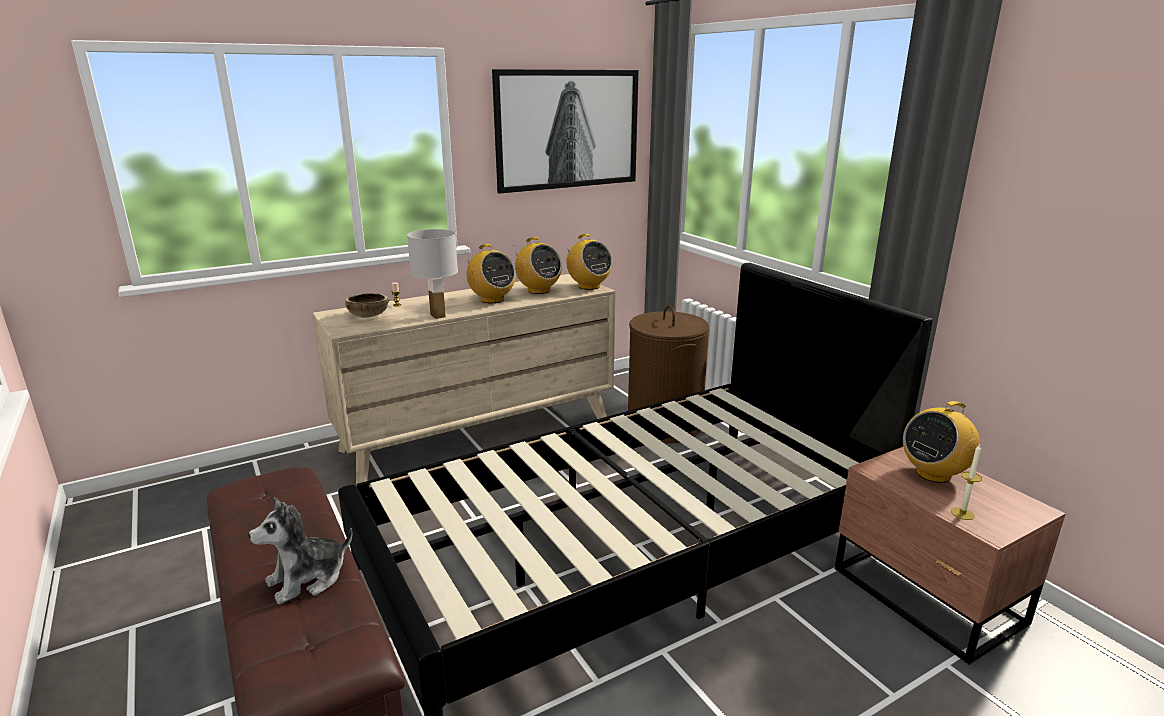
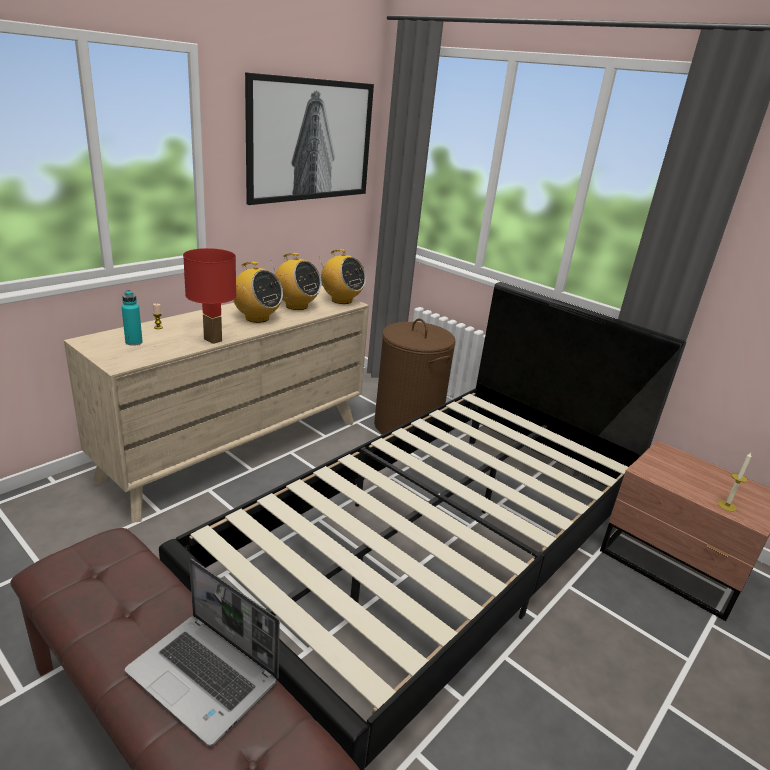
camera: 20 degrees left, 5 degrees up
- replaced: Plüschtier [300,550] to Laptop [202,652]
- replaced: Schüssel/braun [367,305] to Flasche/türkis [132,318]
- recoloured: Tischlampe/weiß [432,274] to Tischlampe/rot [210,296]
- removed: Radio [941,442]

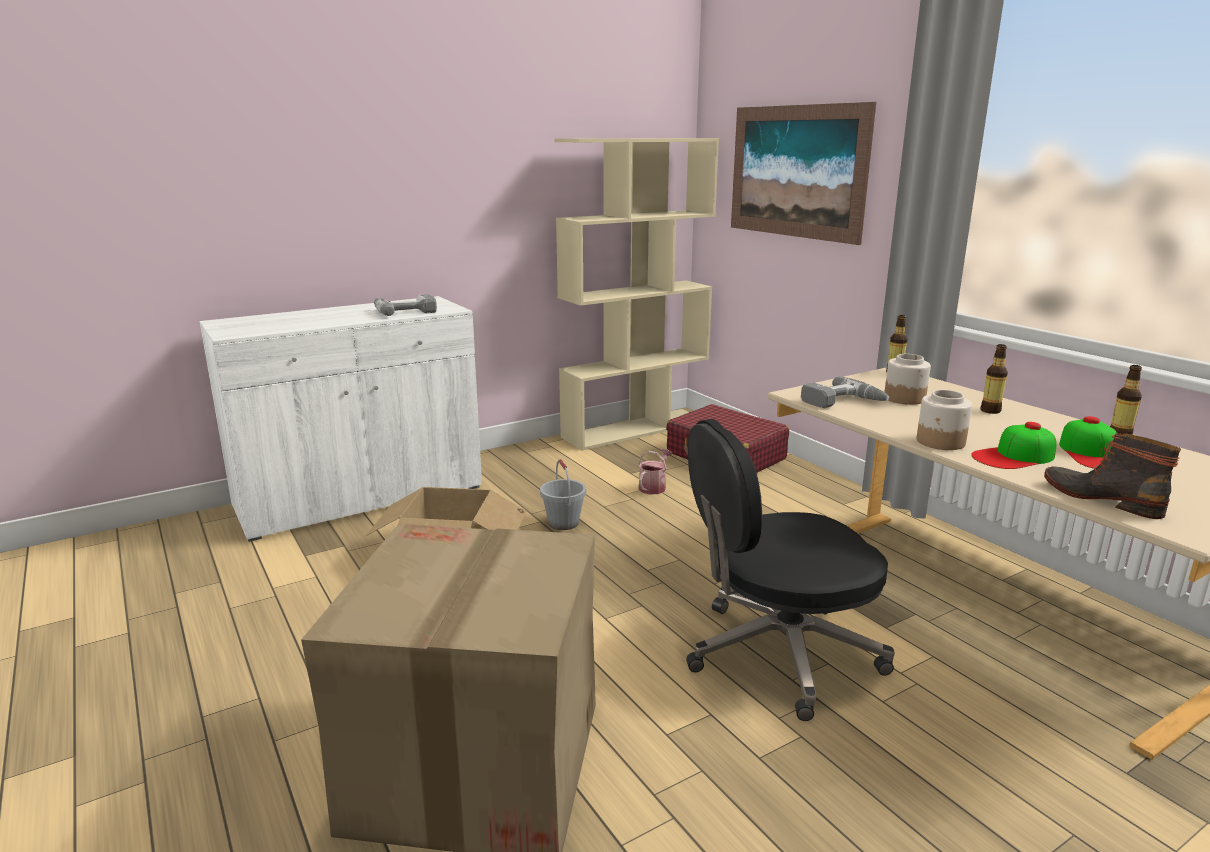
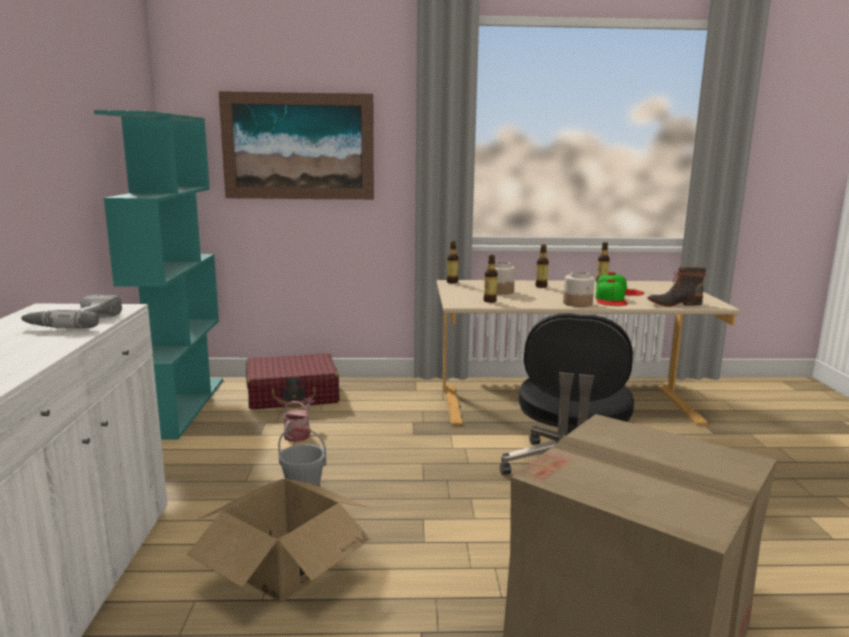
camera: 60 degrees left, 5 degrees down
- recoloured: Bücherregal/beige [636,294] to Bücherregal/türkis [158,275]
- turned: Gießkanne [655,471] = [298,420] 45 degrees clockwise
- replaced: Bohrmaschine [845,392] to Flasche [490,279]

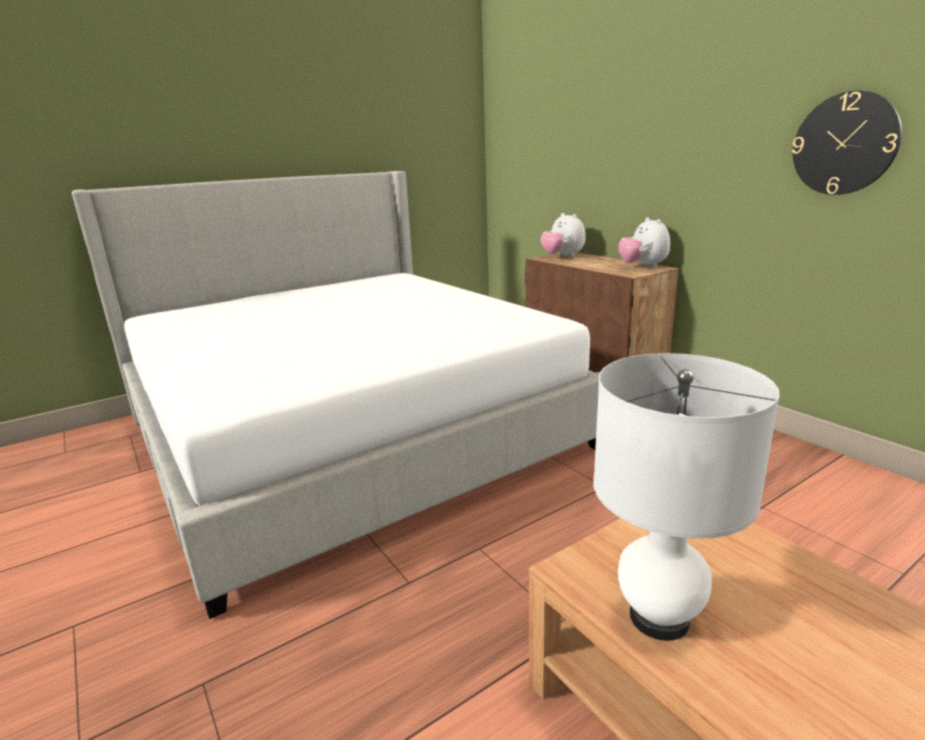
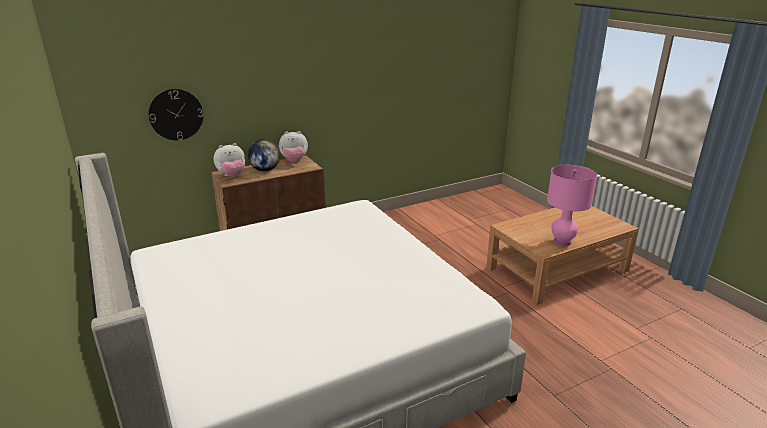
camera: 85 degrees left, 5 degrees up
- recoloured: Tischlampe/weiß [686,497] to Tischlampe/rosa [572,205]
- moved: Wanduhr [847,143] to [175,114]
- added: Globus [264,155]

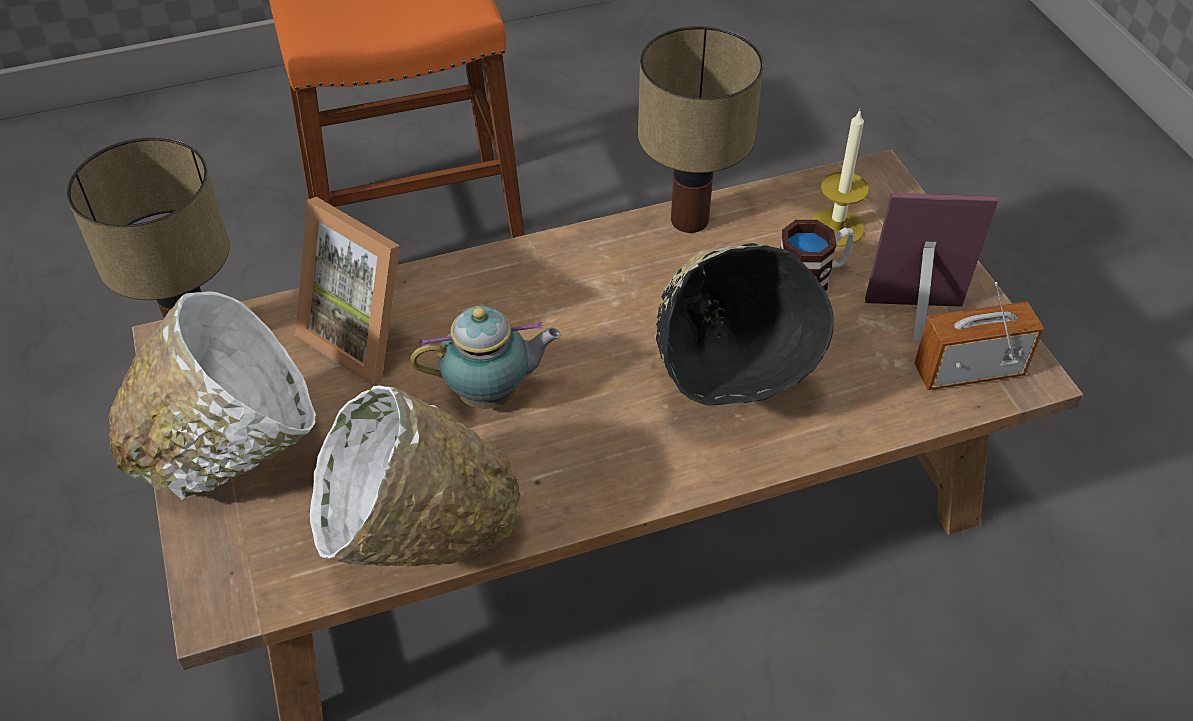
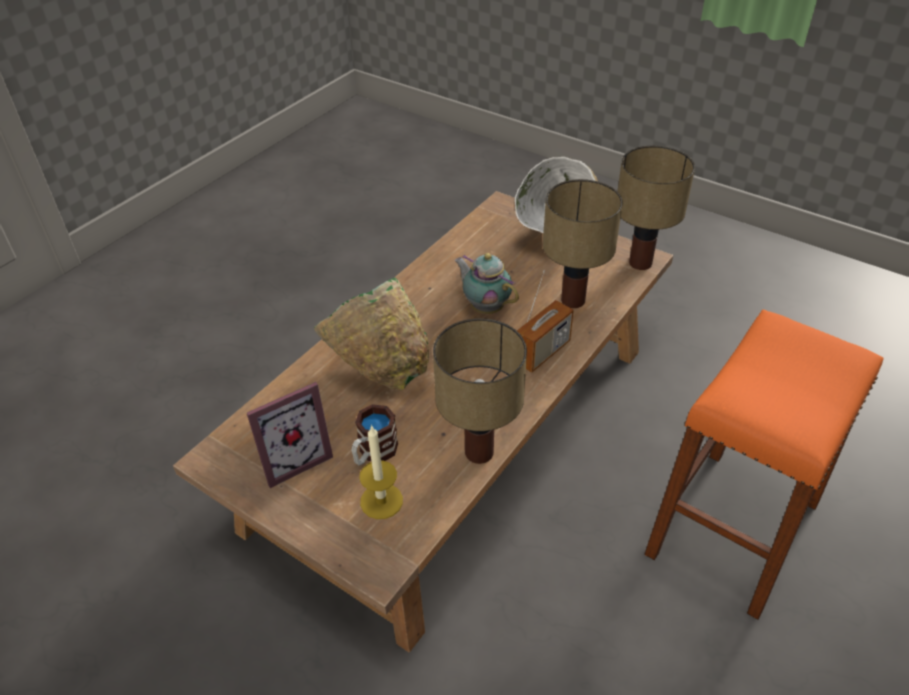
camera: 145 degrees right, 5 degrees down
- replaced: Bilderrahmen [347,291] to Tischlampe [583,243]
- removed: Schüssel/weiß [415,476]
- turned: Teekanne [485,357] = [486,283] 90 degrees clockwise
- recoloured: Schüssel/schwarz [745,324] to Schüssel/grün [371,334]
- moved: Radio [979,336] to [545,321]

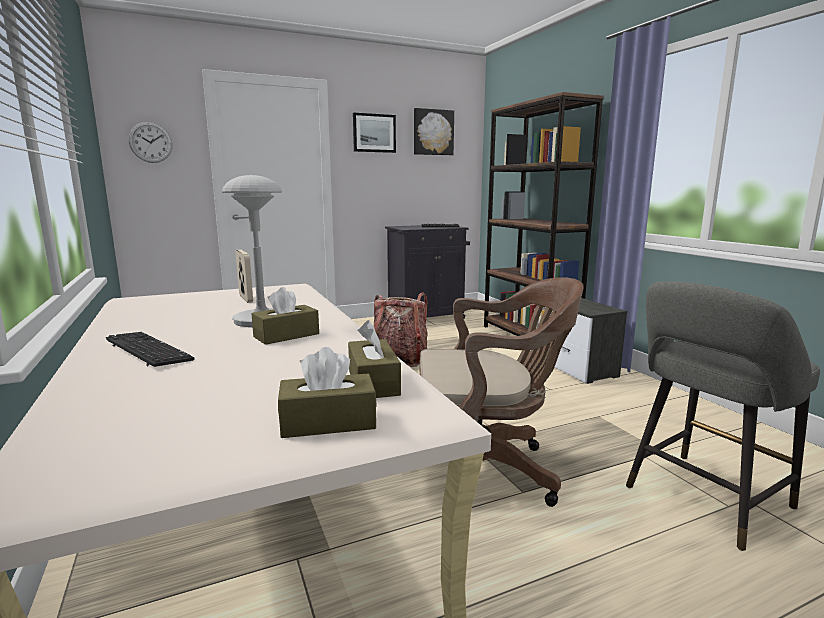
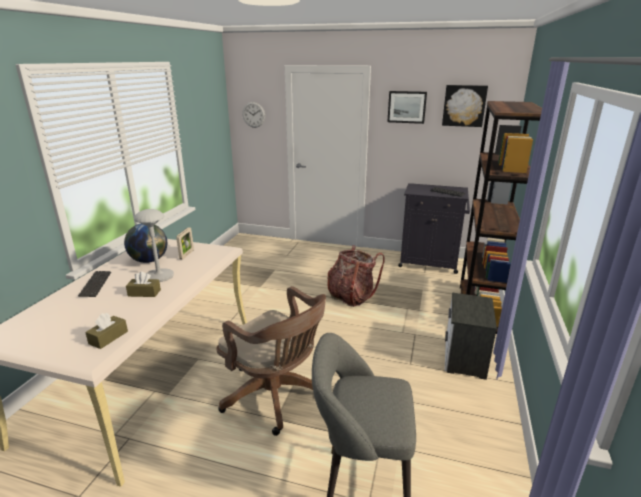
camera: 40 degrees right, 10 degrees up
- removed: Taschentuchbox/braun [327,392]
- added: Globus [145,243]

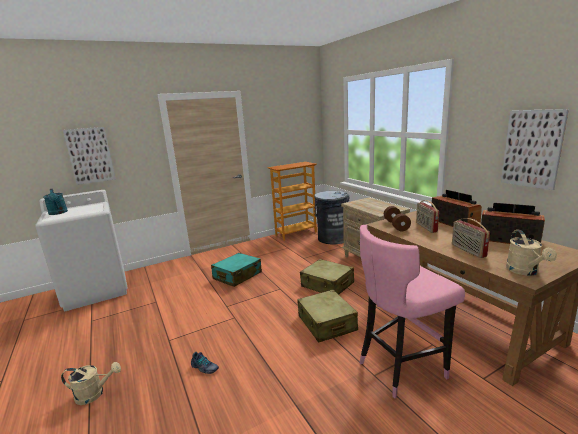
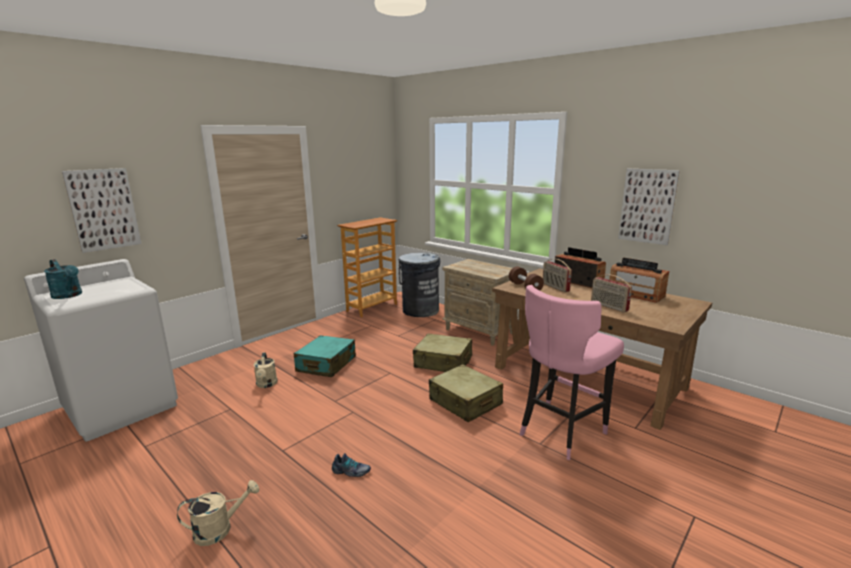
camera: 20 degrees left, 0 degrees up
- turned: Radio [513,223] = [639,280] 150 degrees counterclockwise
- moved: Gießkanne/beige [531,253] to [265,370]

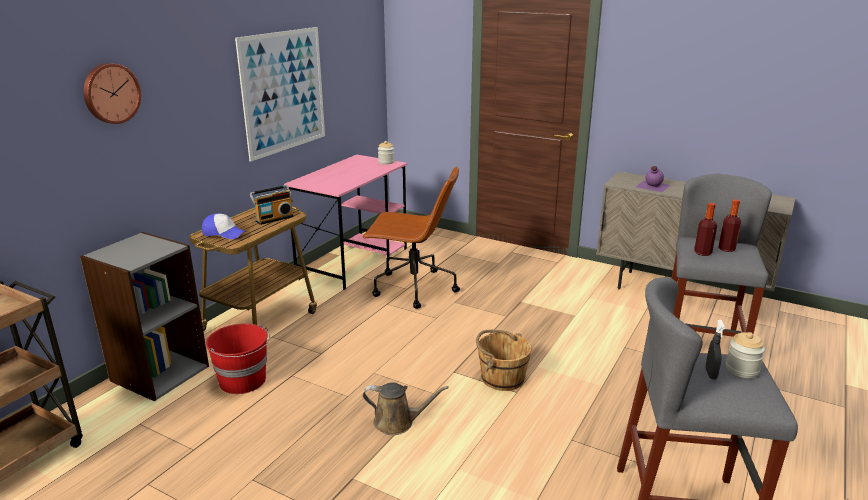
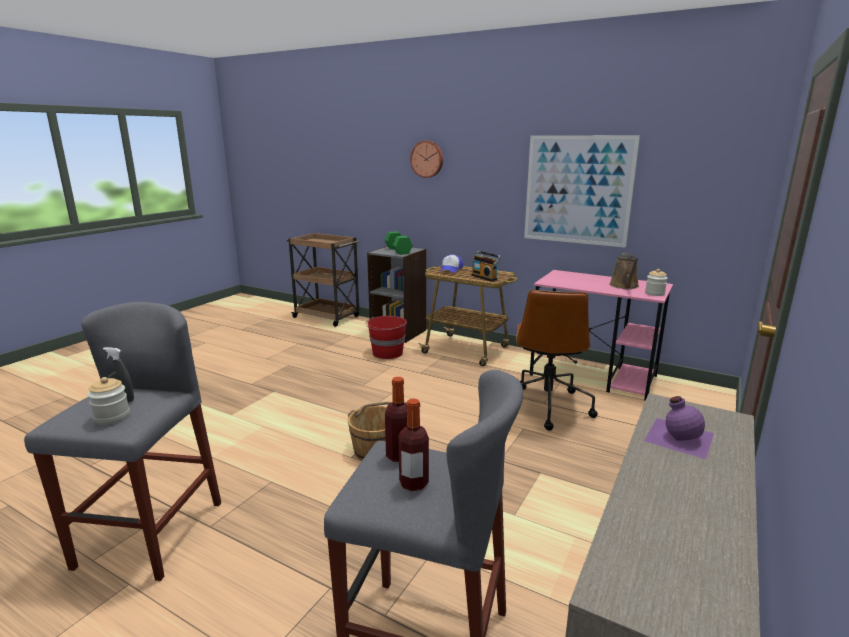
camera: 90 degrees right, 5 degrees down
- moved: Gießkanne/braun [406,409] to [624,271]
- added: Hantel/grün [399,243]

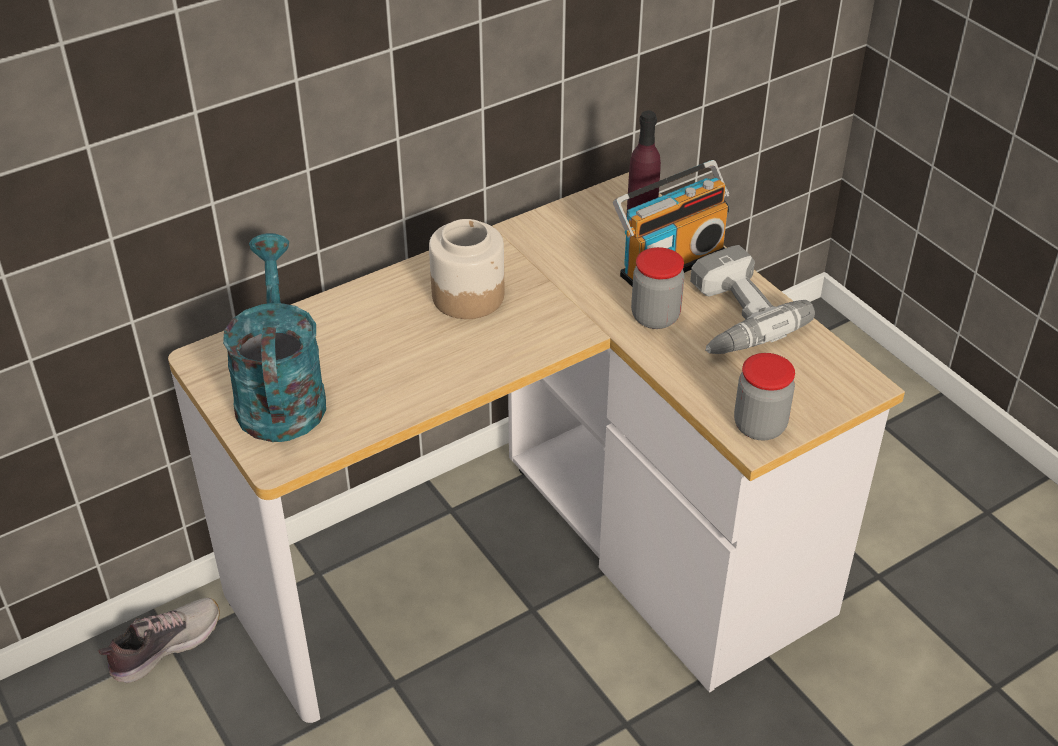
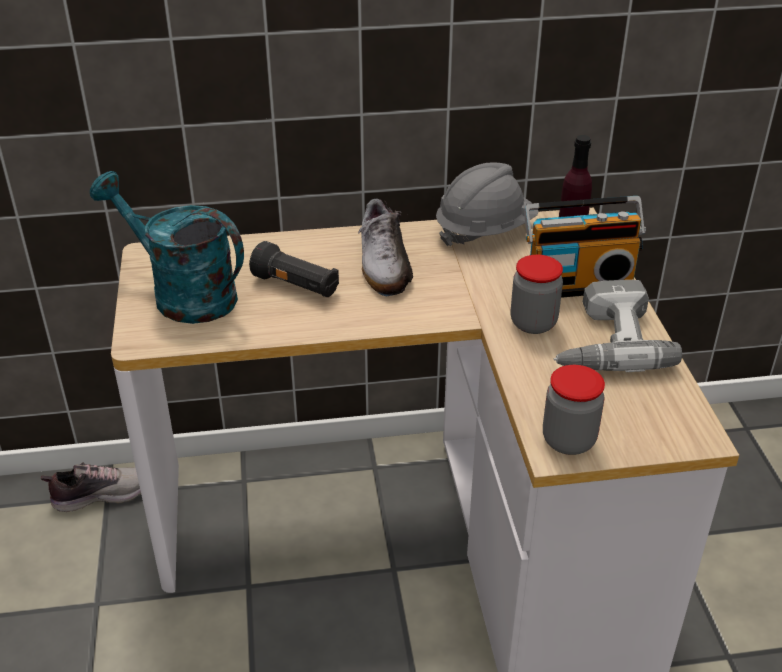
camera: 25 degrees right, 5 degrees down
- turned: Gießkanne/türkis [274,337] = [167,247] 75 degrees counterclockwise
- replaced: Vorratsglas [466,269] to Schuh [385,247]
- added: Taschenlampe/schwarz [294,269]
- added: Schutzhelm/grau [487,204]

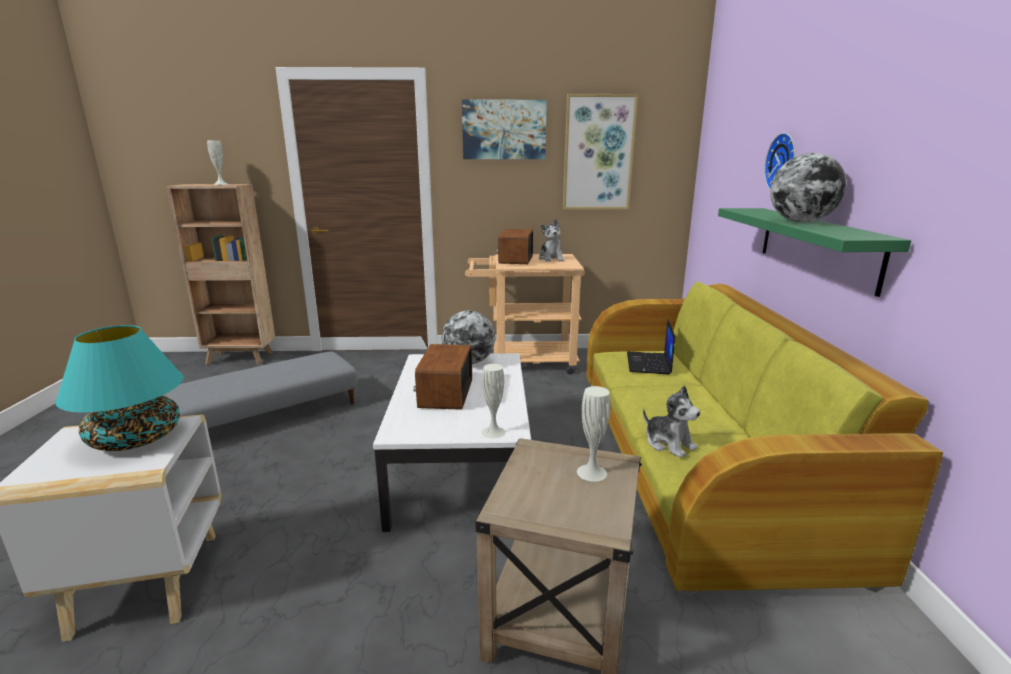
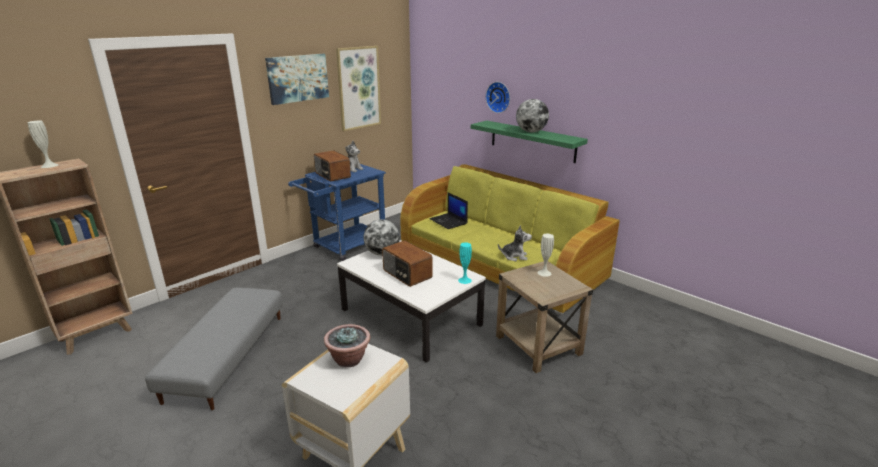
camera: 45 degrees left, 5 degrees up
- replaced: Tischlampe/türkis [119,388] to Topfpflanze [347,345]
- recoloured: Rollwagen/beige [525,314] to Rollwagen/blau [337,212]
- recoloured: Vase/weiß [494,401] to Vase/türkis [465,263]

